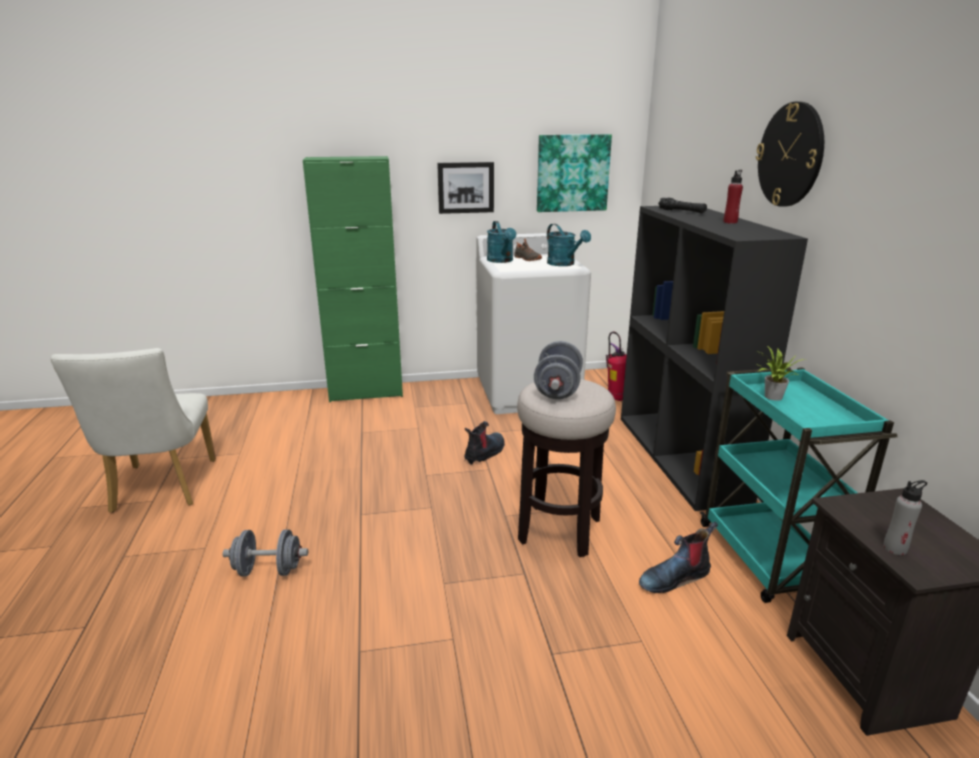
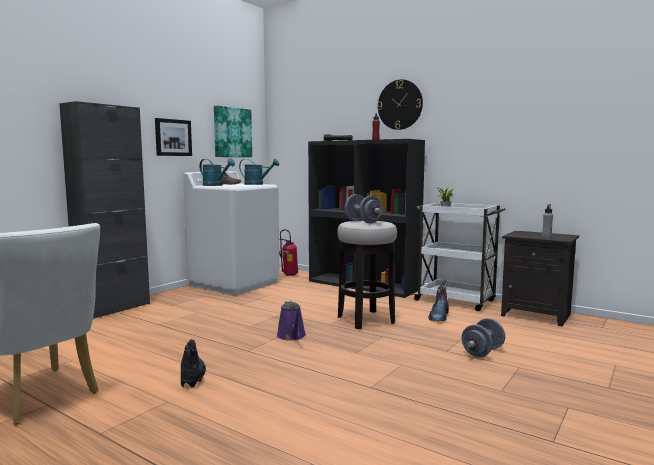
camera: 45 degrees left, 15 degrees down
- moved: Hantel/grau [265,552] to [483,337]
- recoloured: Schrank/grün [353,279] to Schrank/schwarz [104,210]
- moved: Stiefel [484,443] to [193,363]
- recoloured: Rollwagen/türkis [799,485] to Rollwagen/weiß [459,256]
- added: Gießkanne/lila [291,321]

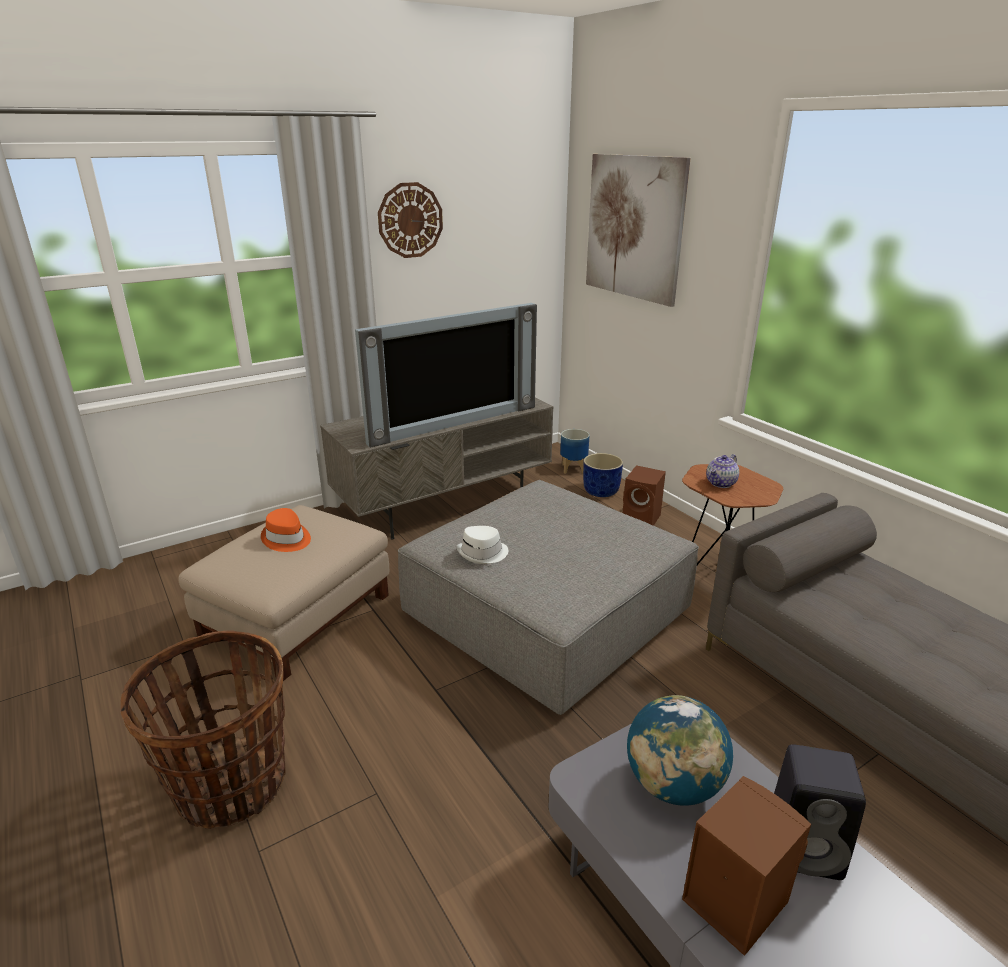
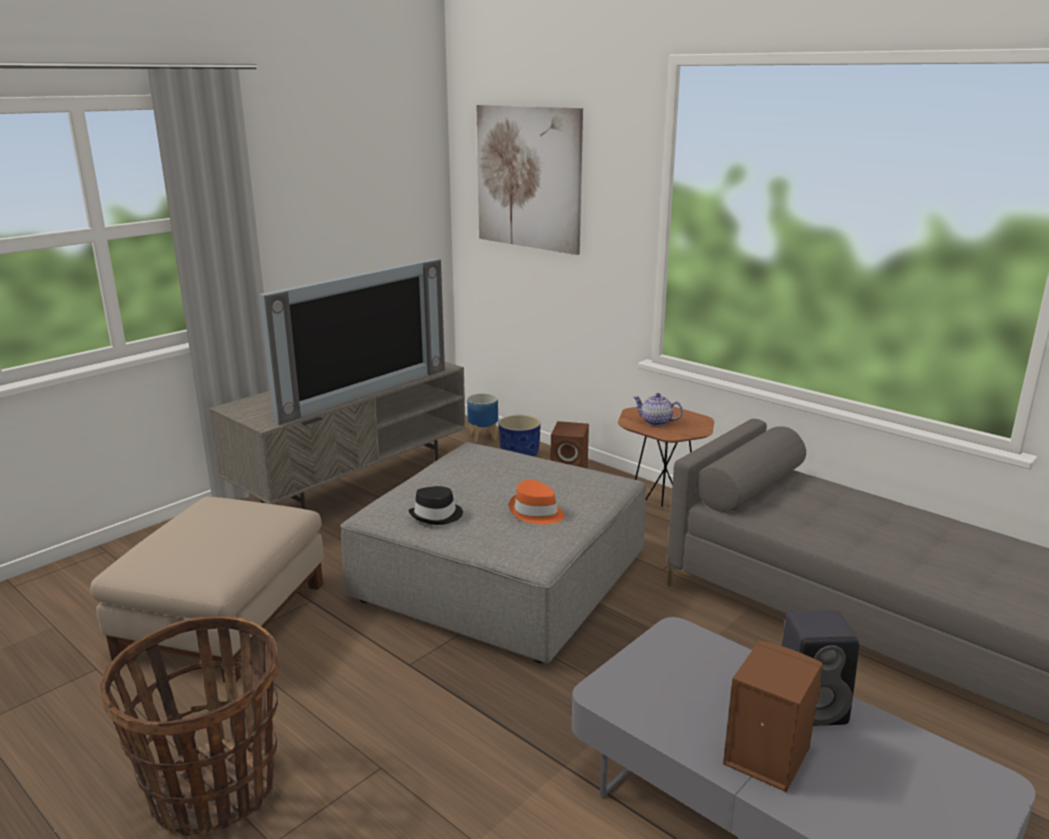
camera: 15 degrees left, 5 degrees down
- moved: Hut/orange [286,530] to [537,502]
- removed: Wanduhr [410,220]
- recoloured: Hut/weiß [482,545] to Hut/schwarz [435,505]
- removed: Globus [680,750]
- turned: Teekanne [722,471] = [658,409] 90 degrees clockwise

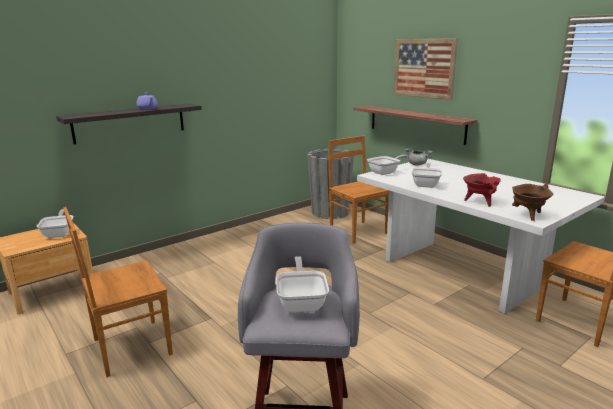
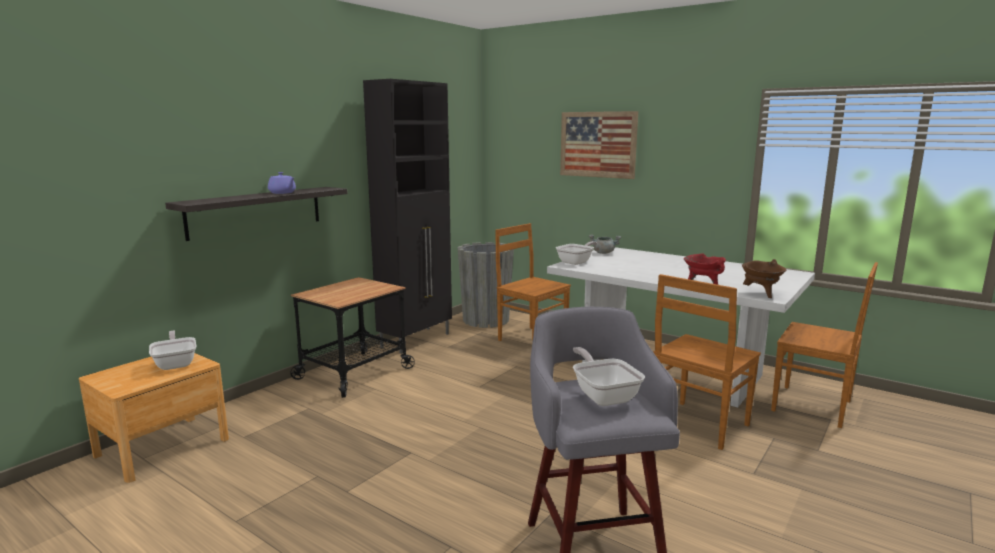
camera: 15 degrees left, 5 degrees down
- moved: Stuhl/braun [118,292] to [707,362]
- removed: Wandregal [415,125]
- removed: Pfanne [426,175]
- added: Rollwagen [352,337]
- added: Schrank/schwarz [407,216]

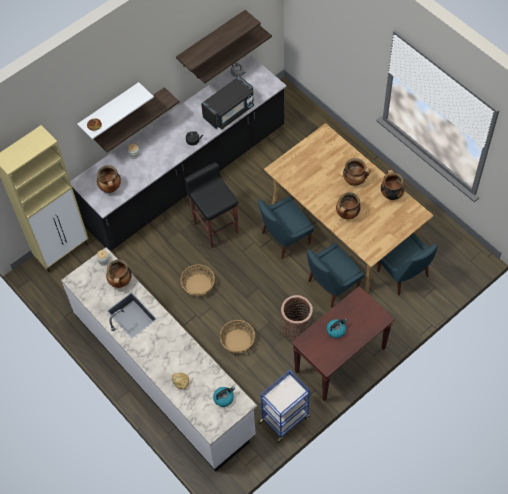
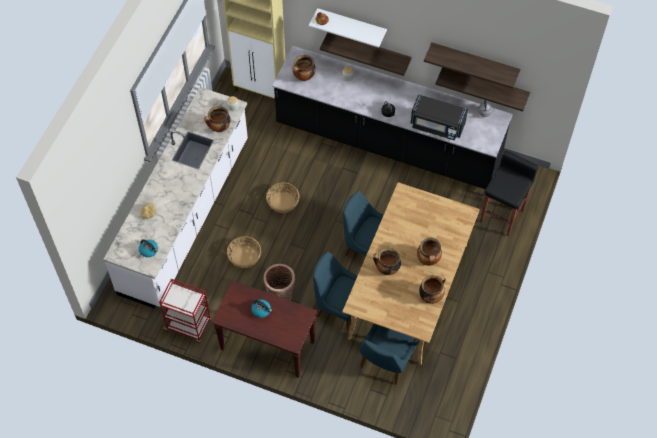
camera: 60 degrees right, 0 degrees up
- moved: Hocker/schwarz [211,205] to [509,193]
- recoloured: Rollwagen/blau [284,406] to Rollwagen/rot [185,311]

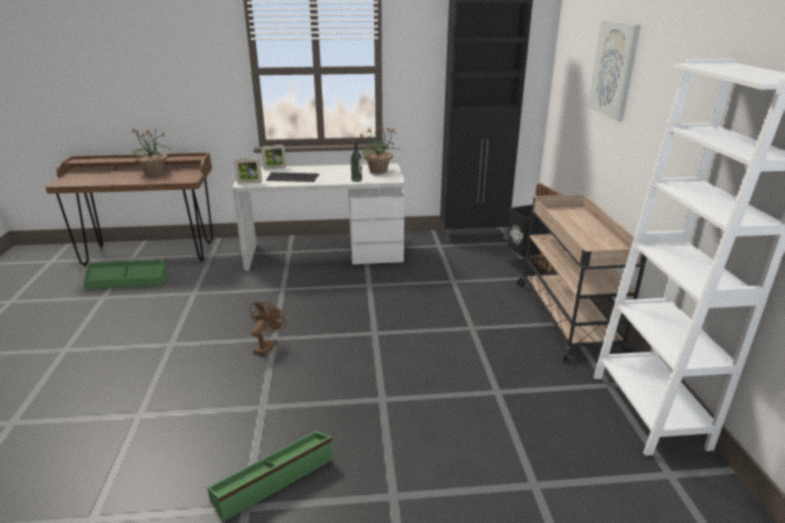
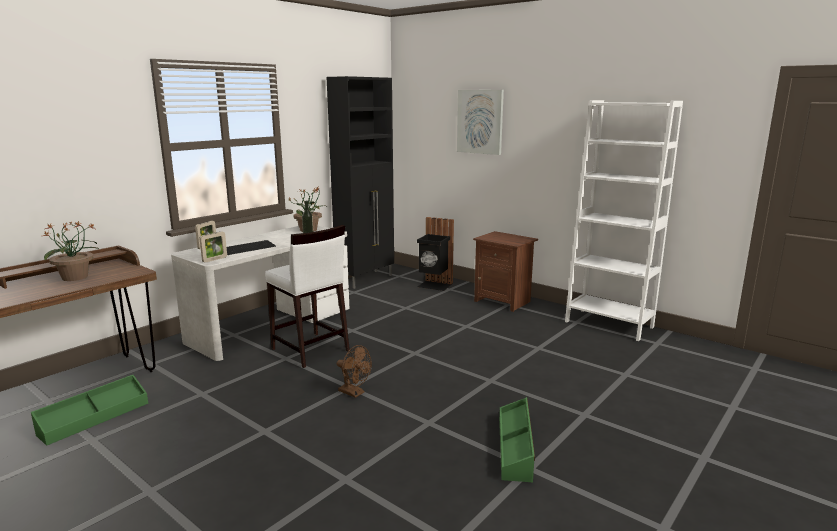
camera: 45 degrees left, 10 degrees down
- turned: Ventilator/braun [268,328] = [354,371] 150 degrees clockwise
- replaced: Rollwagen/beige [582,278] to Nachttisch/braun [505,271]
- added: Hocker/weiß [307,296]

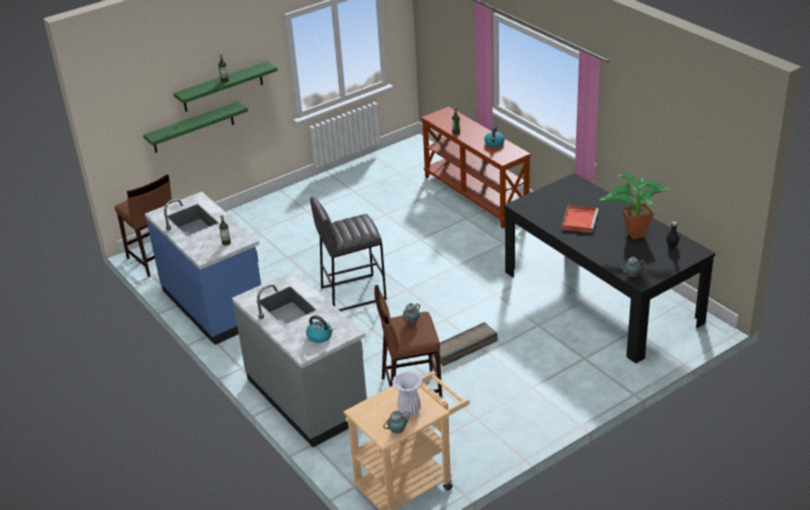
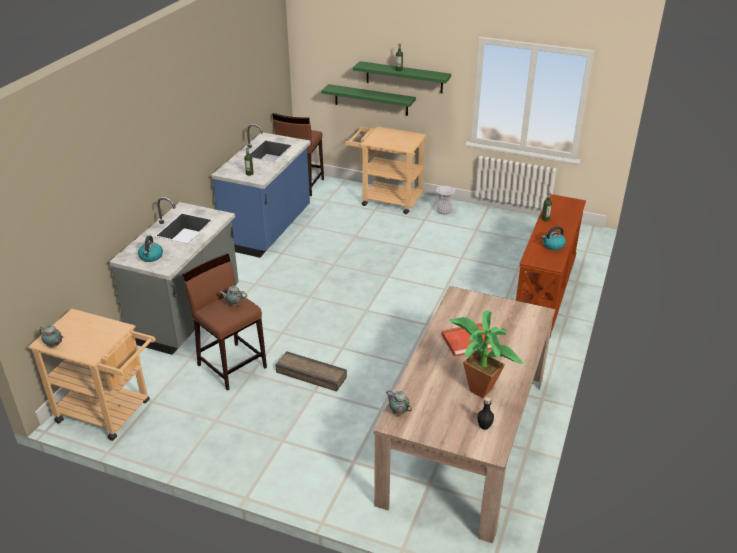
camera: 55 degrees right, 0 degrees up
- removed: Hocker/grau [348,254]
- moved: Vase/weiß [407,393] to [445,200]
- recoloured: Esstisch/schwarz [609,268] to Esstisch/beige [464,414]
- added: Rollwagen/beige [386,170]

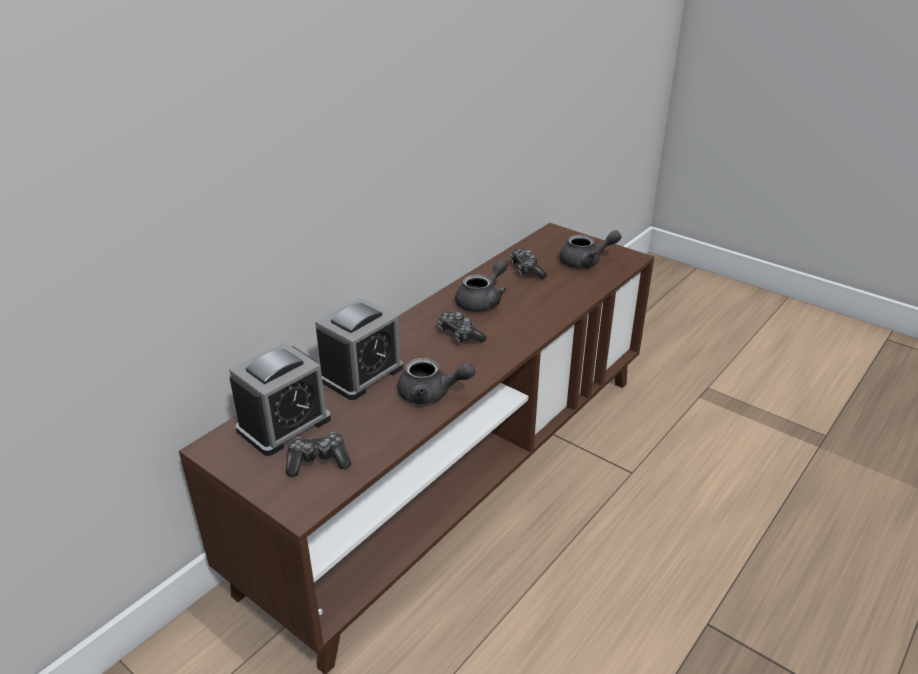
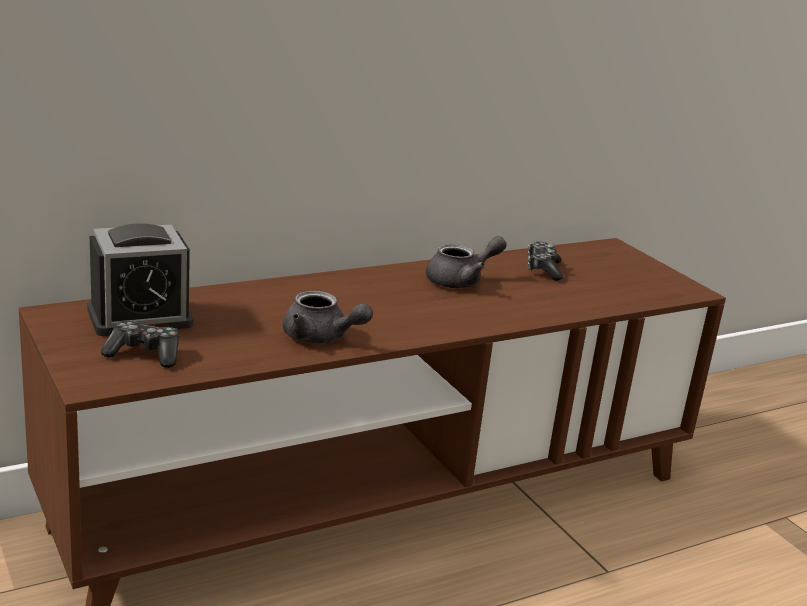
camera: 20 degrees right, 10 degrees down
- removed: Wecker [359,349]
- removed: Gamepad [462,328]
- removed: Teekanne/grau [590,249]

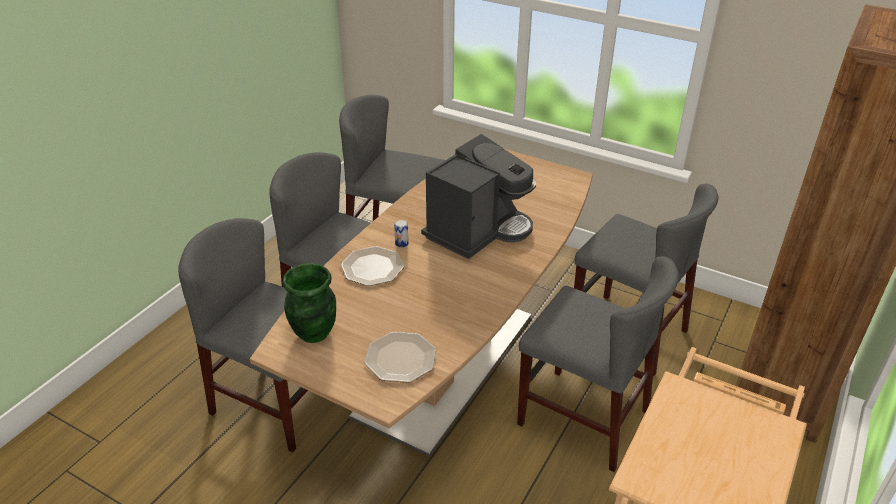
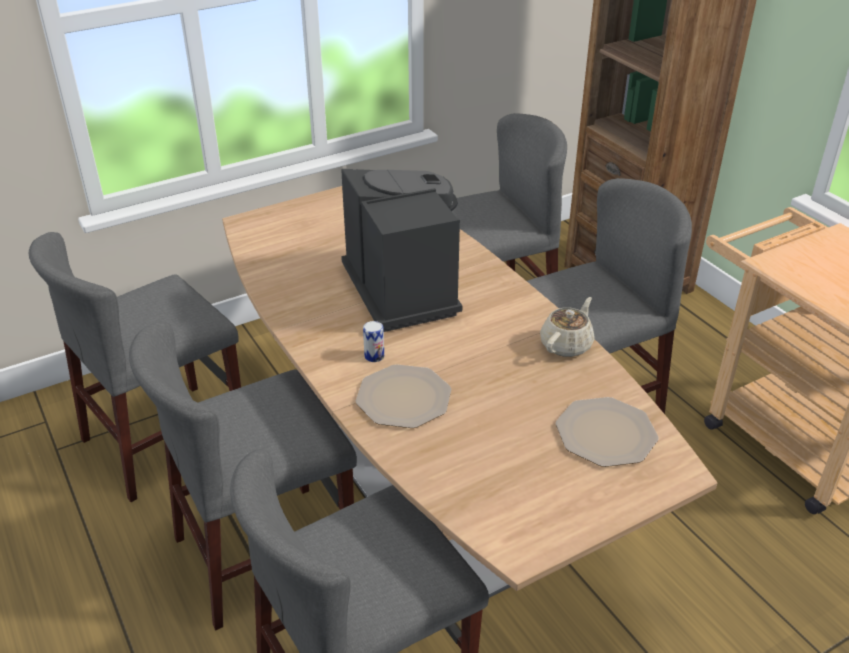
camera: 60 degrees left, 0 degrees up
- removed: Vase/grün [309,303]
- added: Teekanne/beige [567,327]

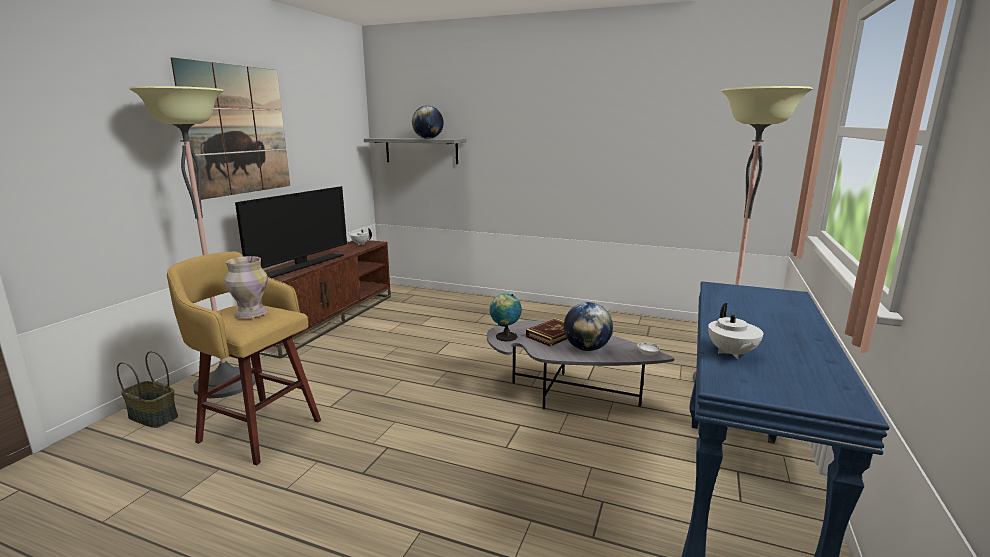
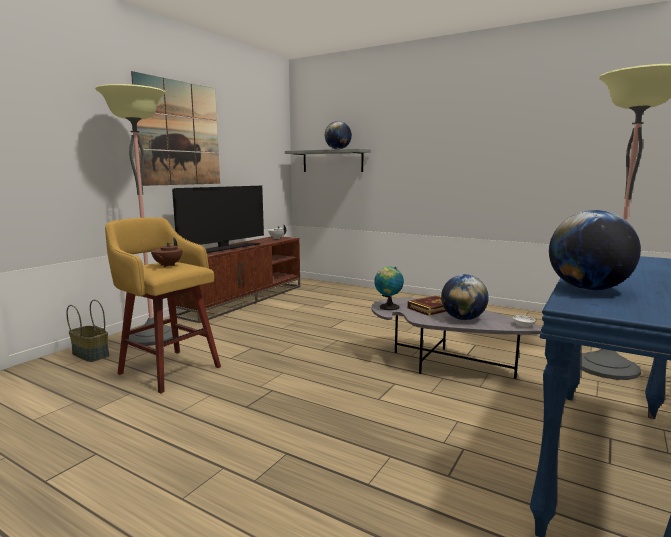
camera: 10 degrees right, 5 degrees down
- replaced: Vase [246,287] to Teekanne/braun [167,252]
- replaced: Teekanne/weiß [735,331] to Globus [595,250]

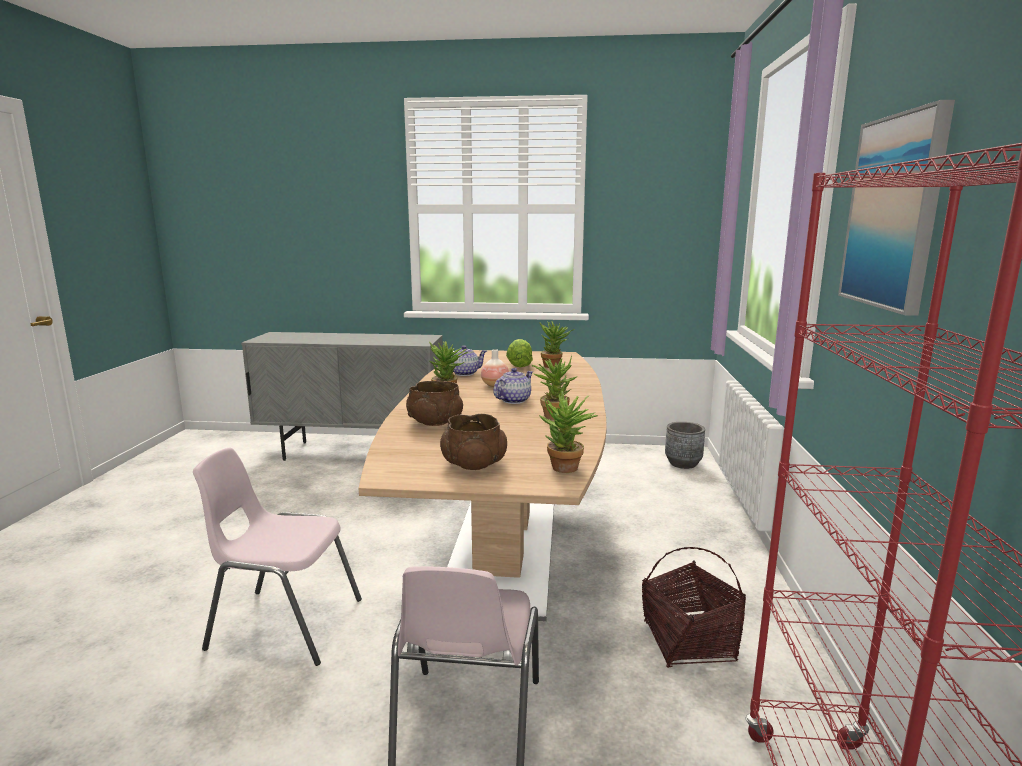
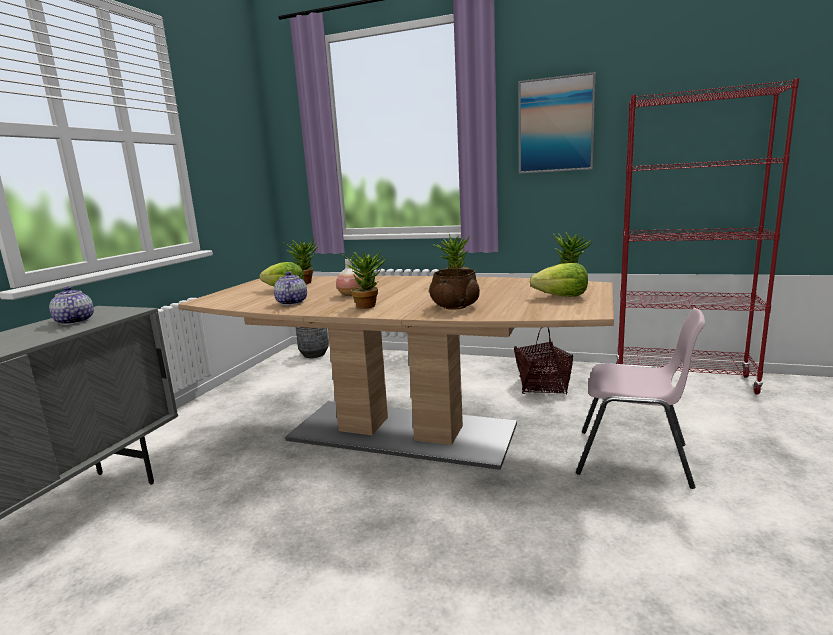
camera: 75 degrees left, 0 degrees up
- removed: Stuhl/rosa [277,556]
- replaced: Schüssel/braun [473,442] to Salatkopf [559,280]
- moved: Teekanne [513,386] to [71,305]

